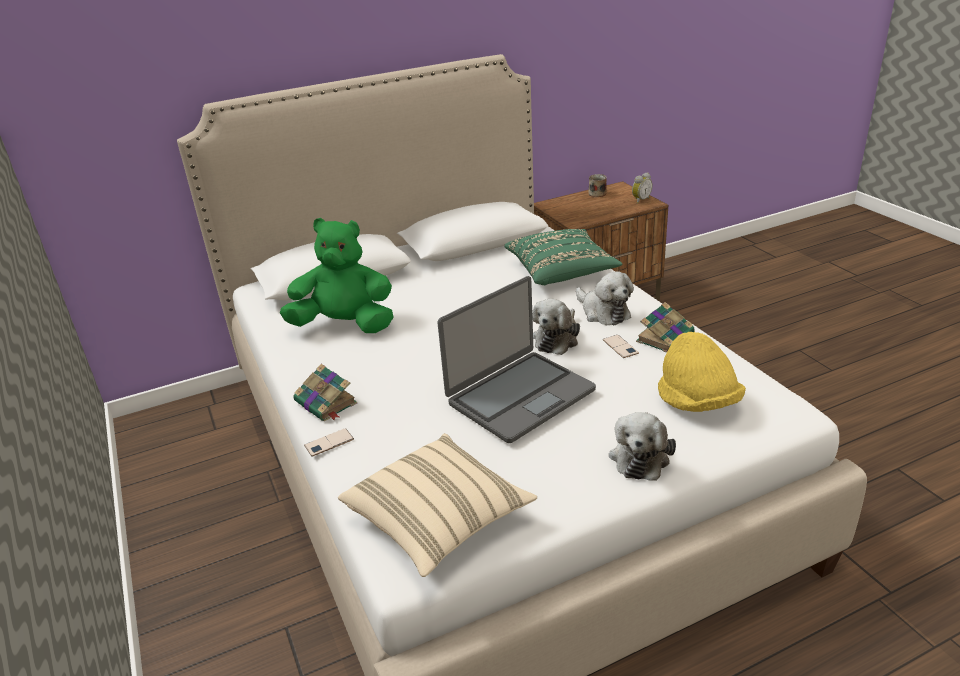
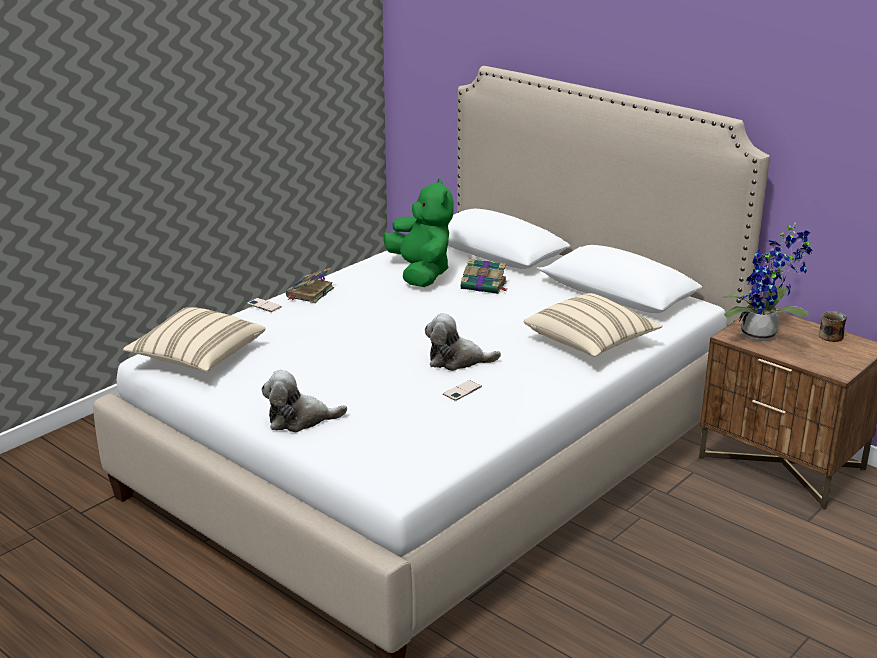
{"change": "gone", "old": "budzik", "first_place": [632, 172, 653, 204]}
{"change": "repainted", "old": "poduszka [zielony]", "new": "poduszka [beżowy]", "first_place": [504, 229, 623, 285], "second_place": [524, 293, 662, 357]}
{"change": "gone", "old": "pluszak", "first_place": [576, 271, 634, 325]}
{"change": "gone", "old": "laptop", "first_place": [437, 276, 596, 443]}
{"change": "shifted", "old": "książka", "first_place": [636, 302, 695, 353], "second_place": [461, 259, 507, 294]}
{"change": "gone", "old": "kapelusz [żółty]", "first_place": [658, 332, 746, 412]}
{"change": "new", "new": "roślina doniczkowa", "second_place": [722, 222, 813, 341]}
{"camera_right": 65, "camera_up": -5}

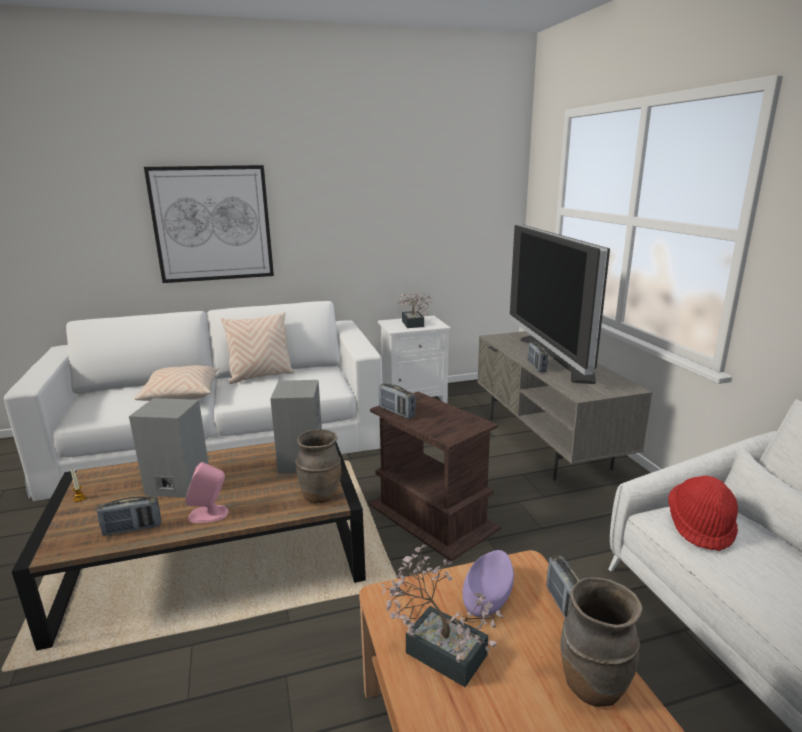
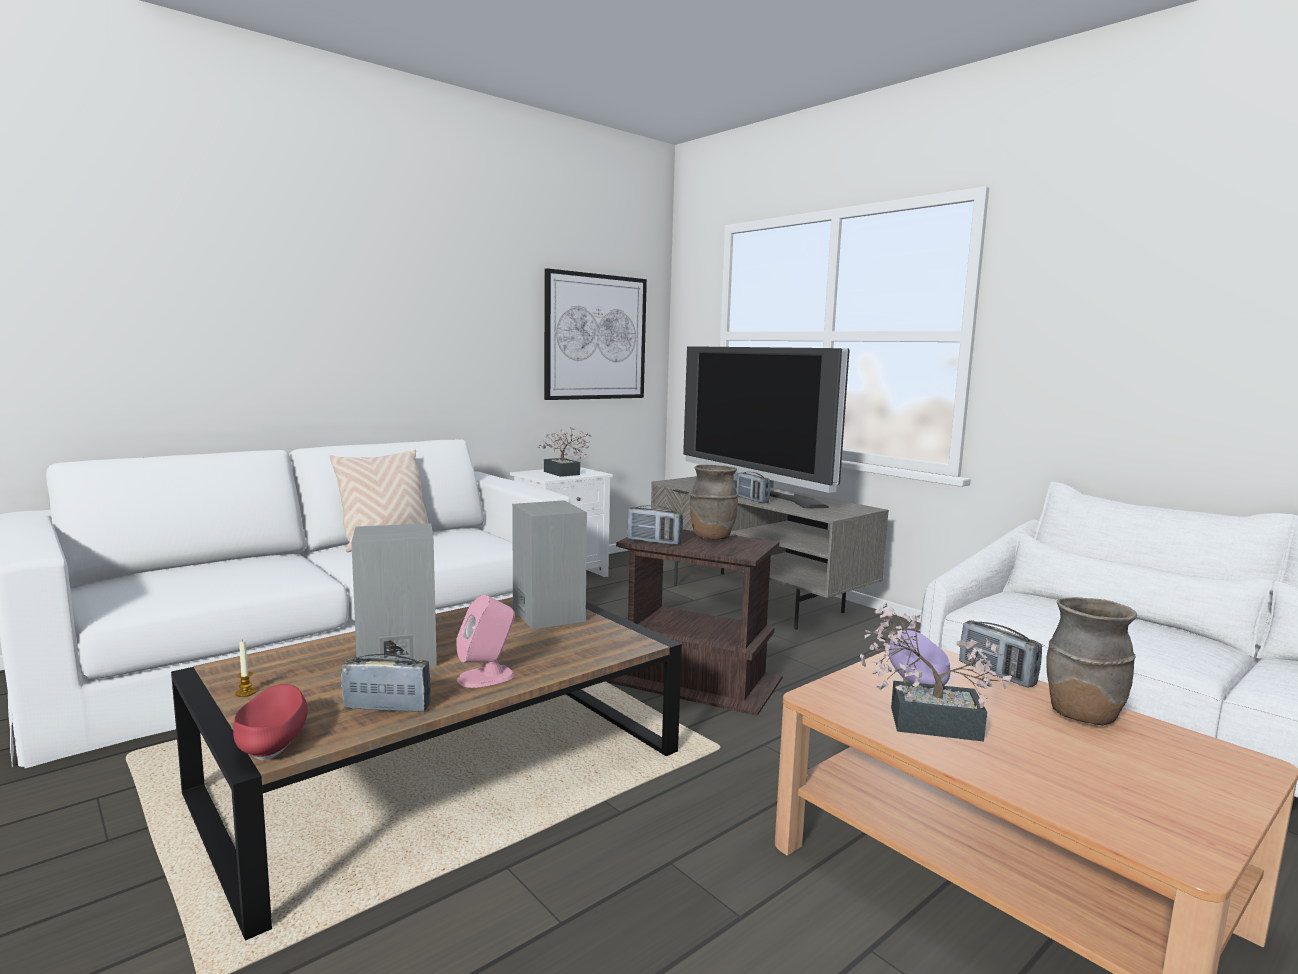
{"change": "shifted", "old": "obraz", "first_place": [144, 165, 274, 283], "second_place": [544, 268, 647, 400]}
{"change": "gone", "old": "poduszka [beżowy]", "first_place": [134, 365, 219, 401]}
{"change": "shifted", "old": "wazon [brązowy]", "first_place": [295, 429, 341, 503], "second_place": [690, 465, 738, 540]}
{"change": "gone", "old": "kapelusz [czerwony]", "first_place": [668, 476, 738, 551]}
{"change": "rotated", "old": "radio", "first_place": [97, 496, 161, 536], "second_place": [341, 654, 430, 712], "degrees": -135}
{"change": "new", "new": "miska [czerwony]", "second_place": [233, 684, 308, 760]}
{"camera_right": -25, "camera_up": -10}

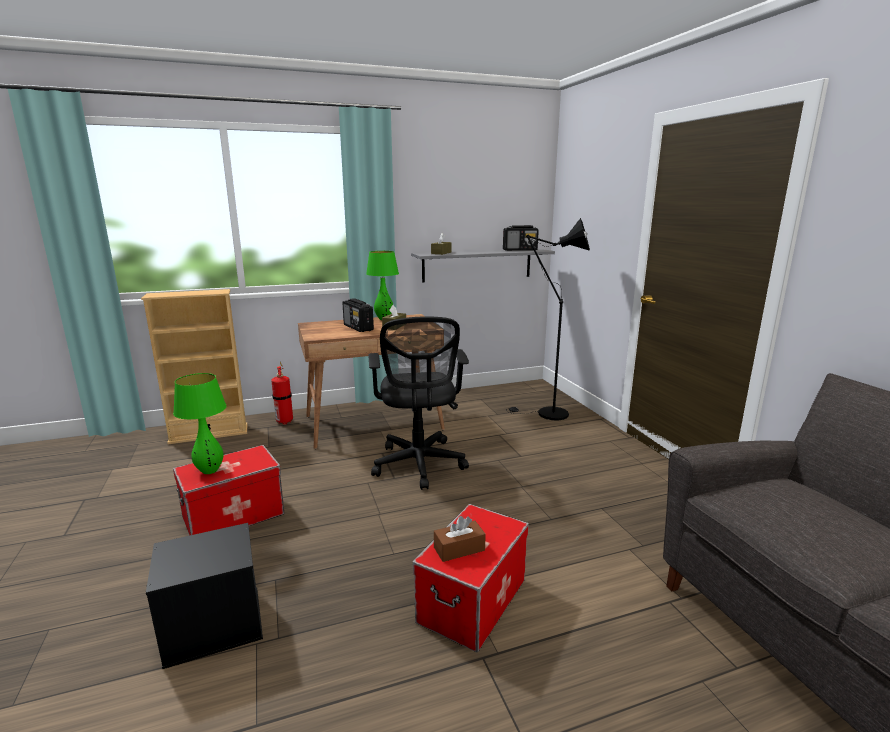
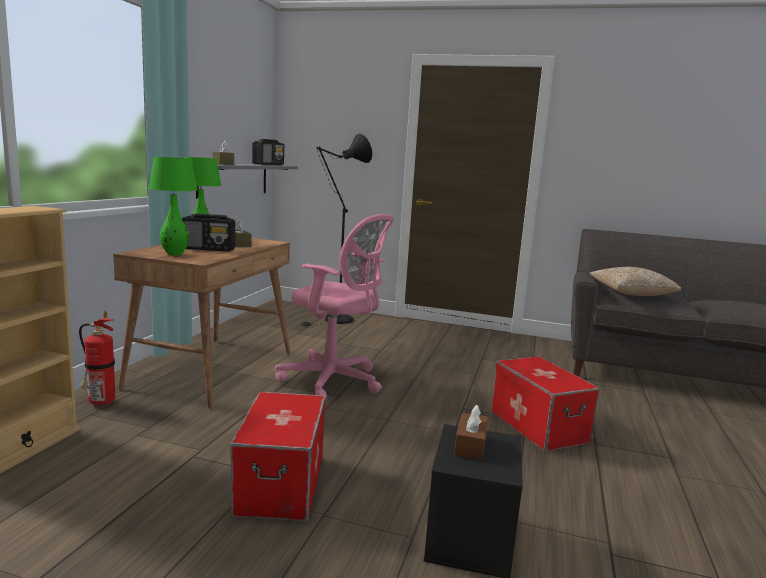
{"change": "repainted", "old": "krzesło biurowe [czarny]", "new": "krzesło biurowe [różowy]", "first_place": [368, 316, 469, 490], "second_place": [275, 214, 394, 399]}
{"change": "shifted", "old": "lampa stołowa [zielony]", "first_place": [173, 373, 226, 474], "second_place": [149, 157, 198, 256]}
{"change": "shifted", "old": "pudełko chusteczek [brązowy]", "first_place": [434, 516, 486, 562], "second_place": [454, 405, 488, 460]}
{"change": "new", "new": "poduszka", "second_place": [589, 267, 681, 296]}
{"camera_right": -55, "camera_up": -5}

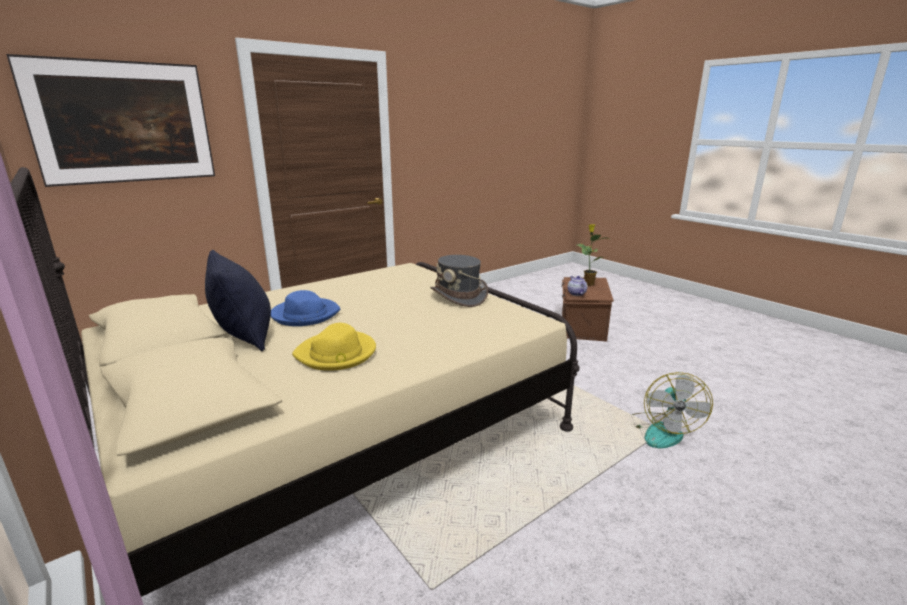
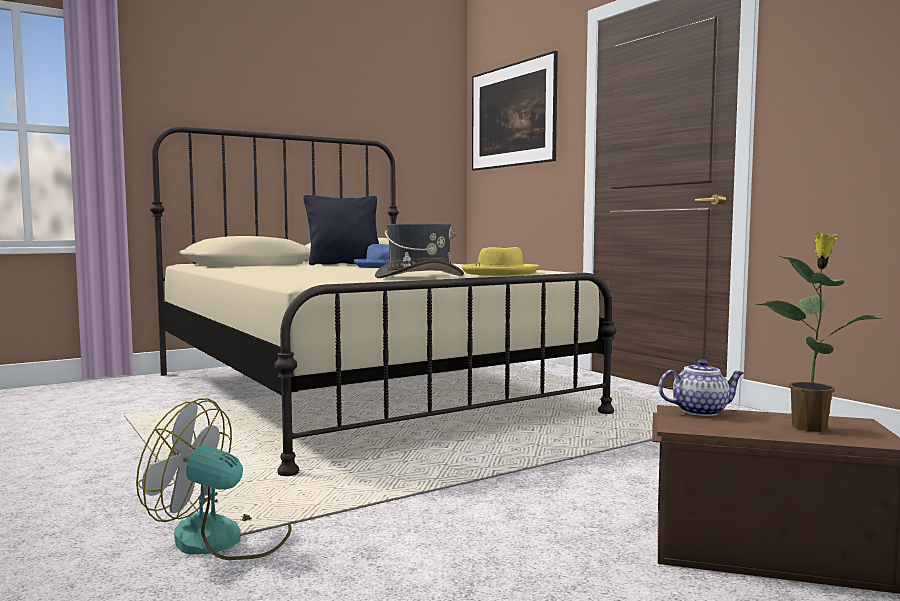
{"change": "shifted", "old": "kapelusz [żółty]", "first_place": [292, 323, 376, 371], "second_place": [462, 247, 539, 275]}
{"camera_right": 95, "camera_up": -15}

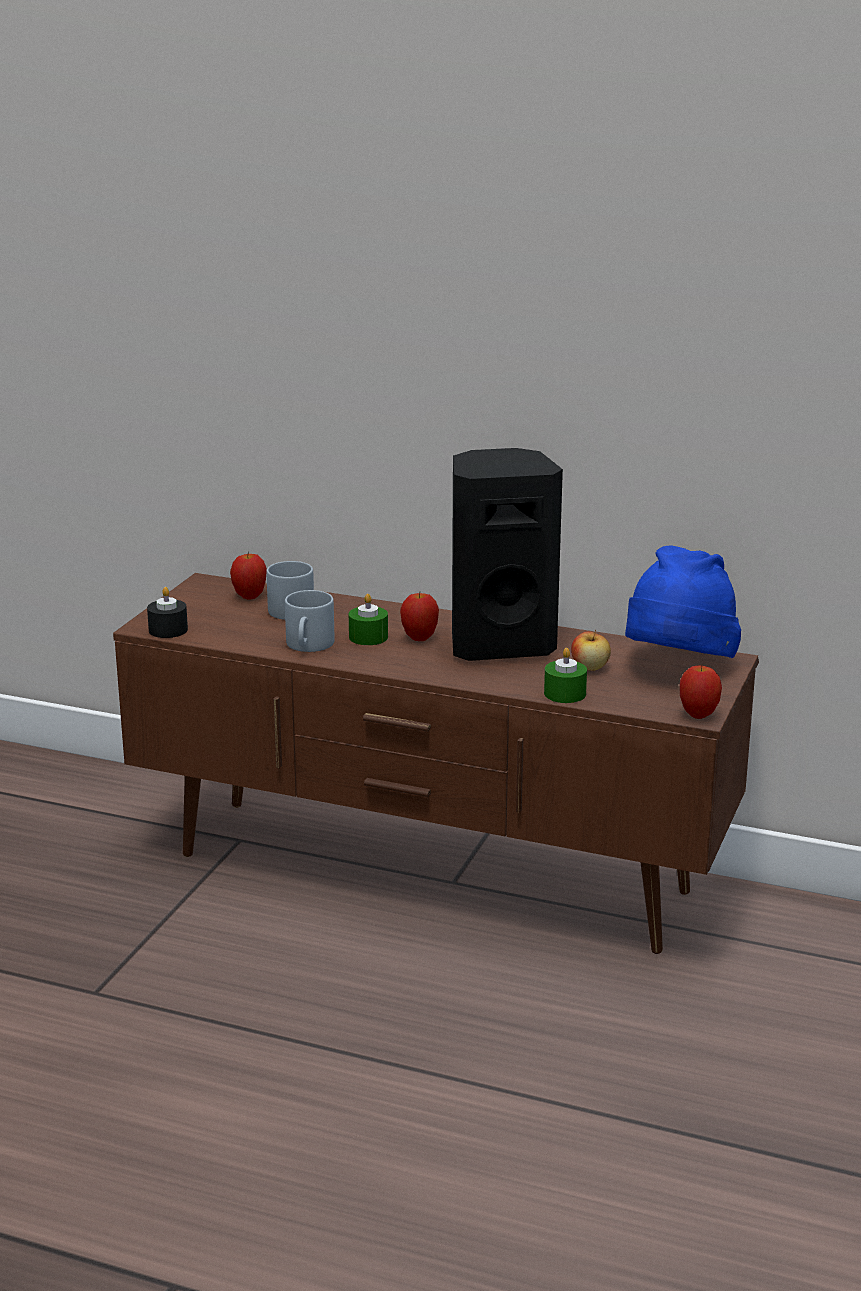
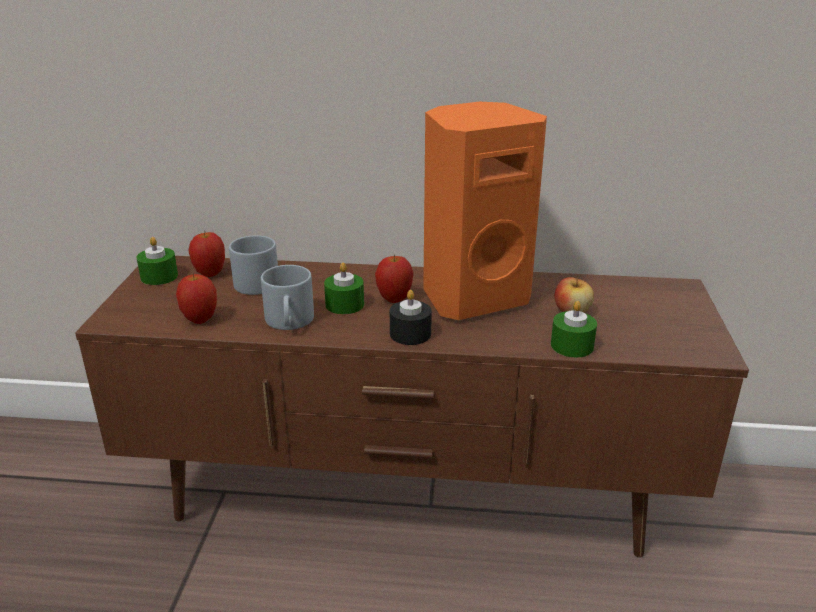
{"change": "repainted", "old": "głośnik [czarny]", "new": "głośnik [pomarańczowy]", "first_place": [452, 448, 563, 661], "second_place": [423, 102, 547, 320]}
{"change": "gone", "old": "kapelusz [niebieski]", "first_place": [625, 545, 741, 658]}
{"change": "shifted", "old": "świeca [czarny]", "first_place": [147, 587, 188, 638], "second_place": [390, 290, 432, 345]}
{"change": "shifted", "old": "jabłko", "first_place": [680, 665, 722, 719], "second_place": [176, 274, 217, 324]}
{"change": "new", "new": "świeca [zielony]", "second_place": [137, 237, 178, 285]}
{"camera_right": -15, "camera_up": 5}

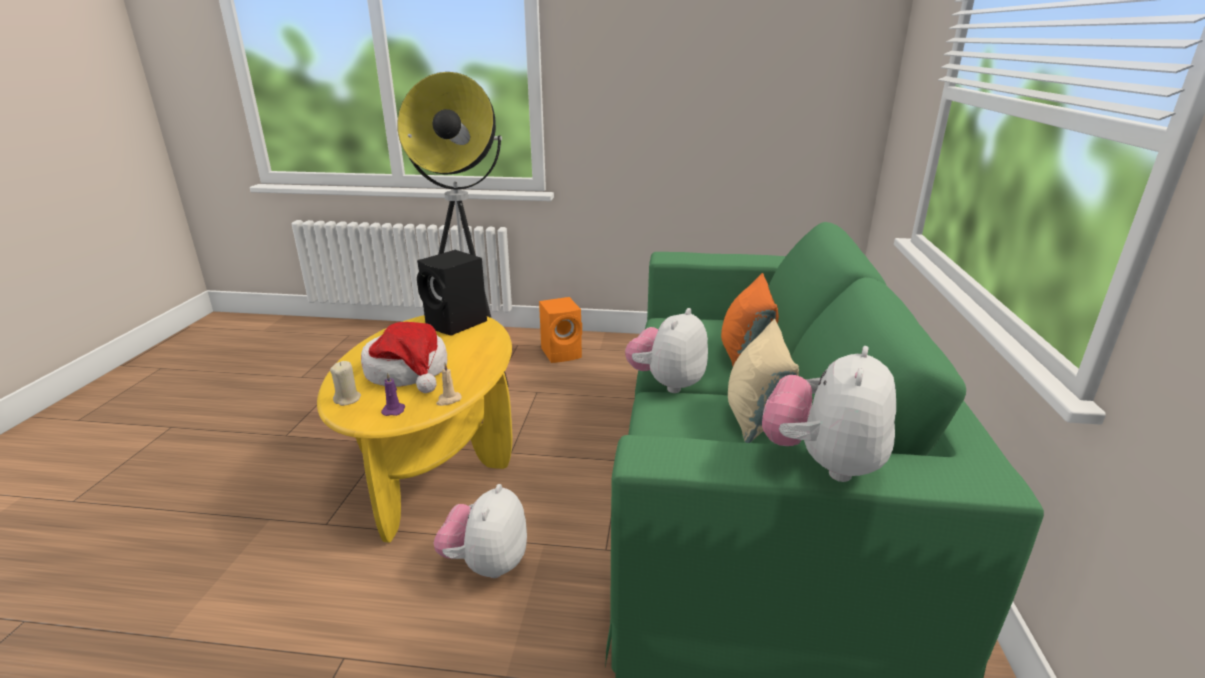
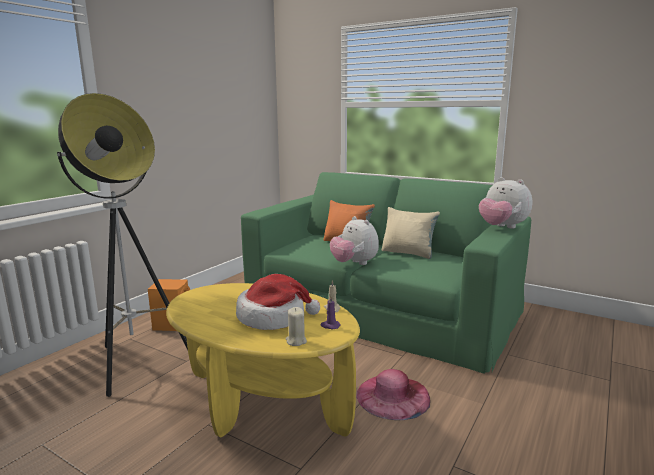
{"change": "gone", "old": "głośnik [czarny]", "first_place": [417, 250, 487, 336]}
{"change": "swapped", "old": "pluszak", "new": "kapelusz [różowy]", "first_place": [434, 484, 527, 578], "second_place": [356, 369, 430, 420]}
{"camera_right": -65, "camera_up": -10}

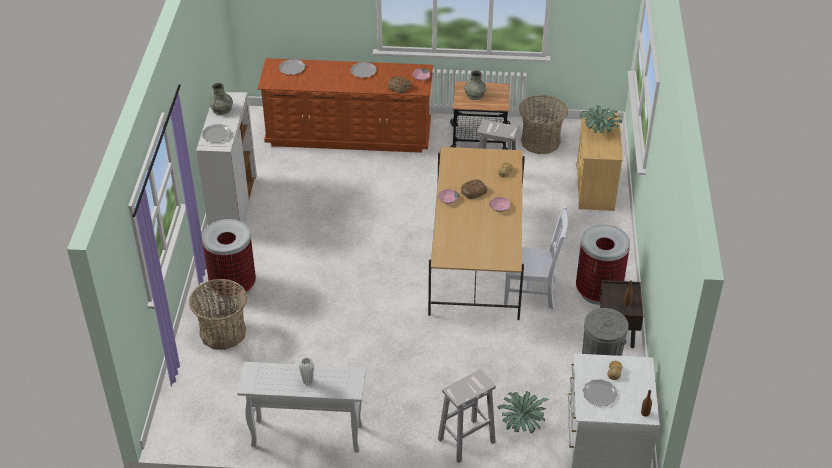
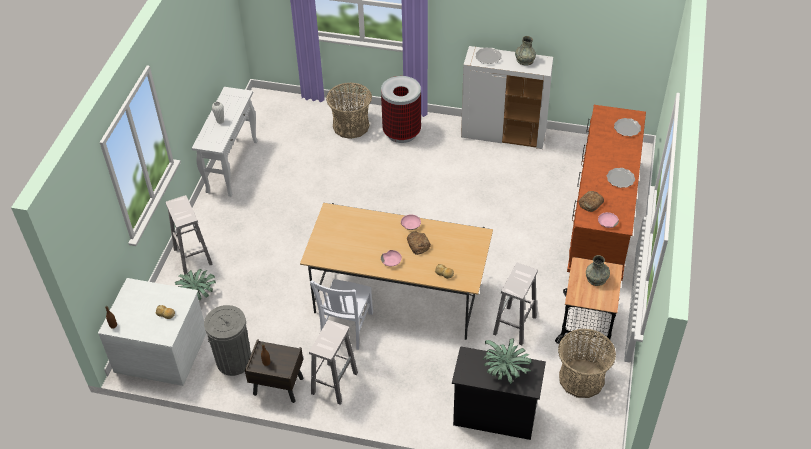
{"change": "repainted", "old": "komoda [beżowy]", "new": "komoda [czarny]", "first_place": [577, 113, 623, 211], "second_place": [452, 346, 546, 440]}
{"change": "swapped", "old": "kosz na śmieci", "new": "stołek [biały]", "first_place": [576, 224, 630, 305], "second_place": [309, 320, 358, 405]}
{"change": "gone", "old": "talerz", "first_place": [583, 379, 618, 406]}
{"camera_right": 100, "camera_up": 5}

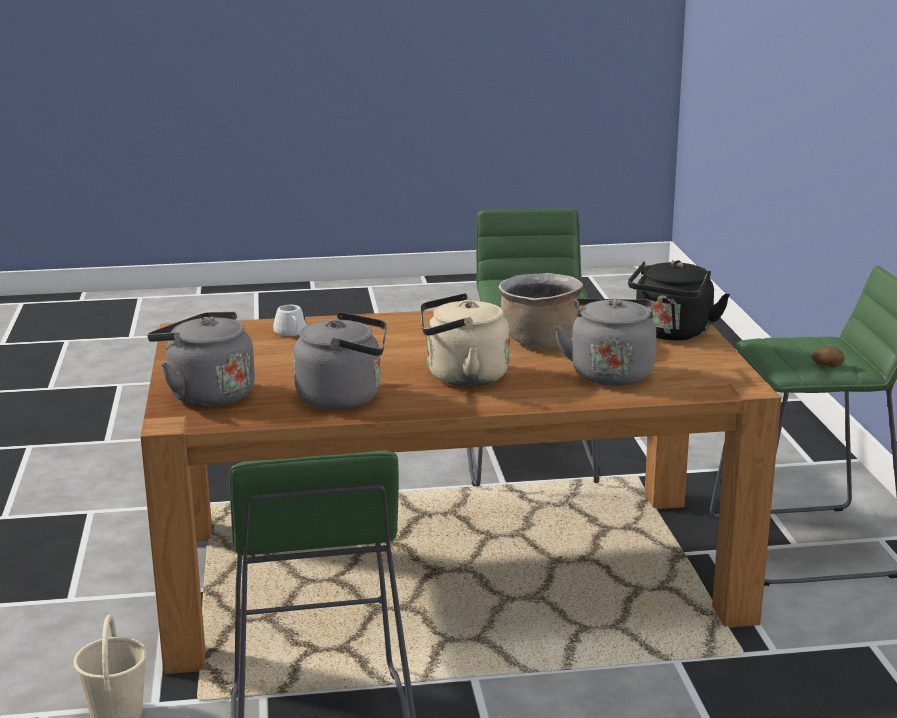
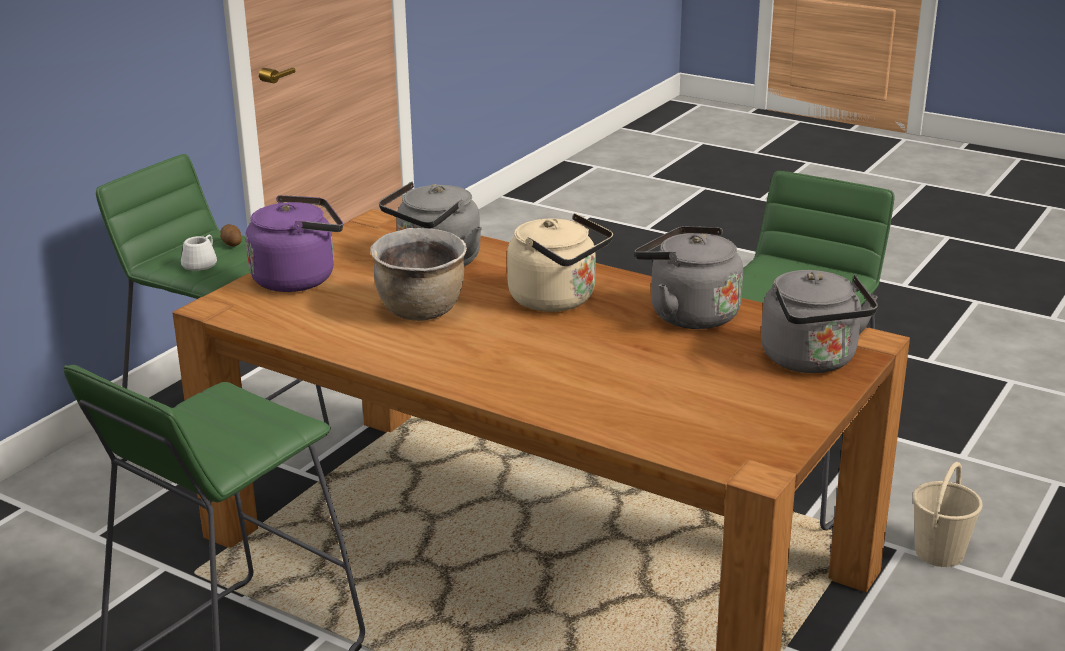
{"change": "repainted", "old": "czajnik [czarny]", "new": "czajnik [fioletowy]", "first_place": [628, 260, 730, 341], "second_place": [246, 195, 343, 292]}
{"change": "shifted", "old": "kubek [biały]", "first_place": [273, 305, 307, 336], "second_place": [181, 235, 217, 271]}
{"camera_right": -140, "camera_up": 5}

